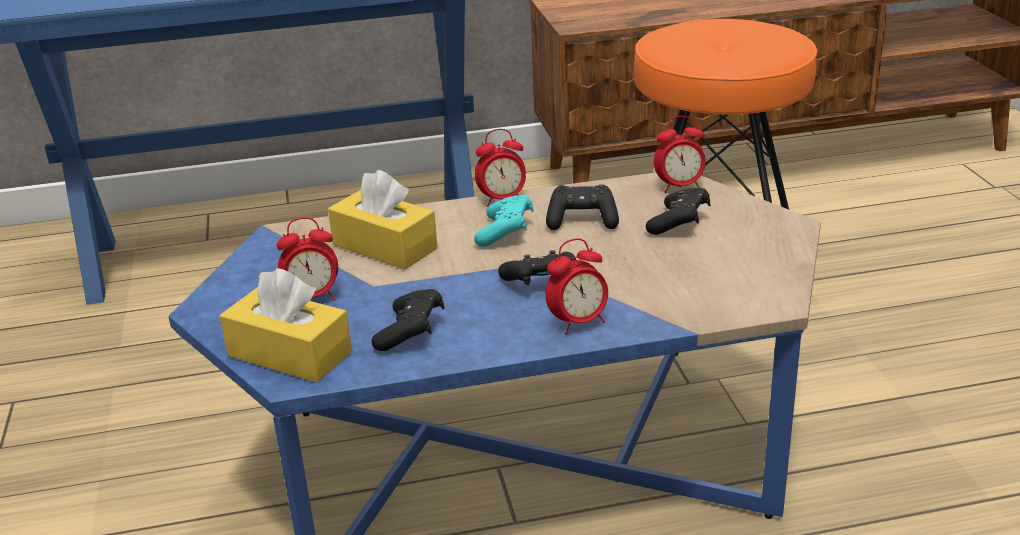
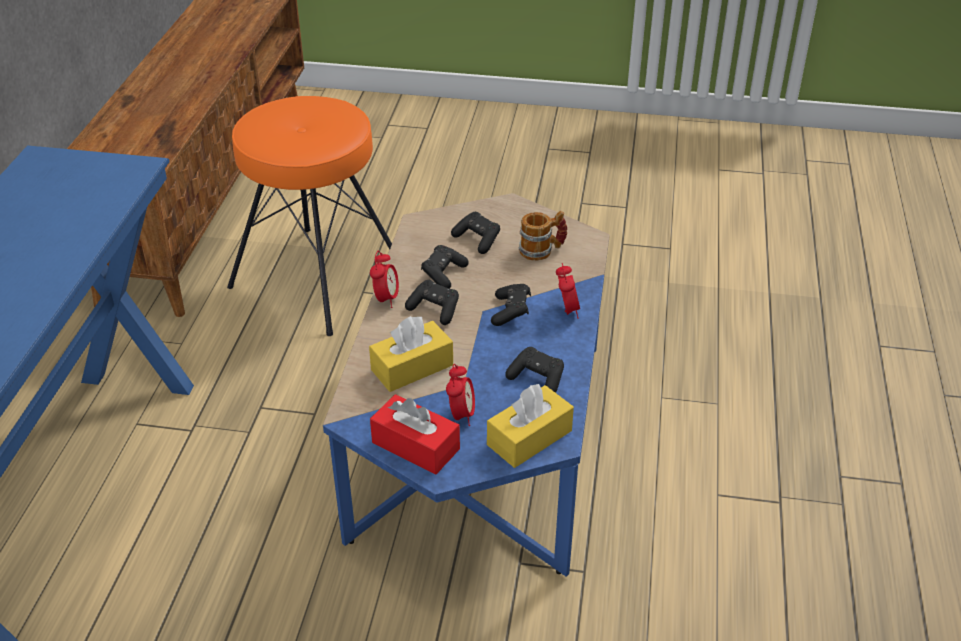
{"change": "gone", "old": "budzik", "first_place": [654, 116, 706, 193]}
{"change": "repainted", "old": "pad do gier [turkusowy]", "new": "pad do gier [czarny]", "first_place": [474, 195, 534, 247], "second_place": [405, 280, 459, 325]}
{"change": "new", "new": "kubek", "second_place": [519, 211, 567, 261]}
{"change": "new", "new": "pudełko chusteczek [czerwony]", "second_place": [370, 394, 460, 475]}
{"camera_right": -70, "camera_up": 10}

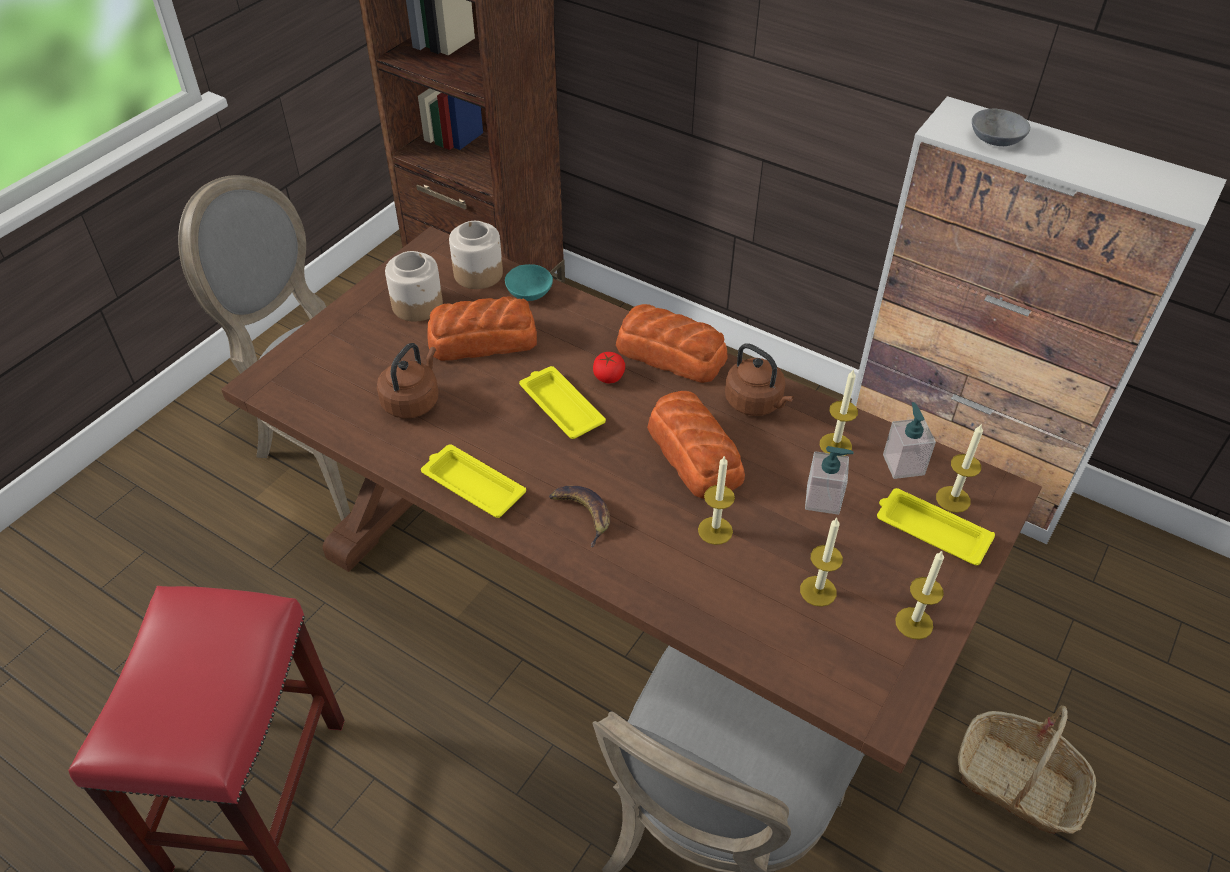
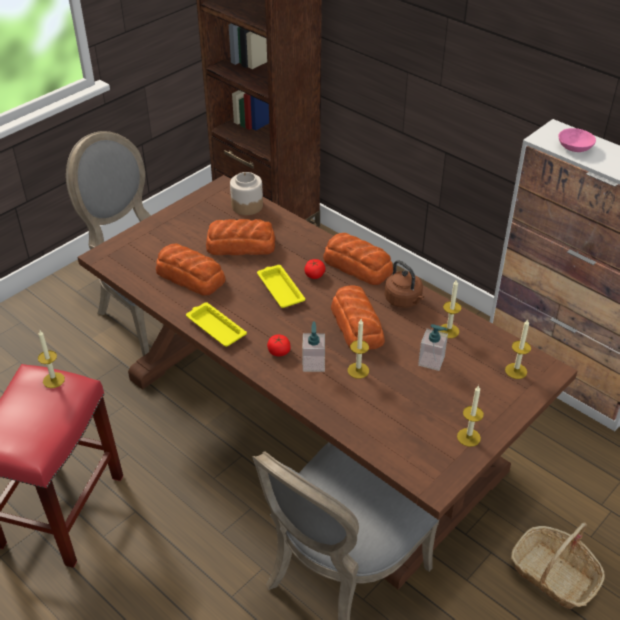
{"change": "repainted", "old": "miska [szary]", "new": "miska [różowy]", "first_place": [972, 109, 1030, 146], "second_place": [558, 128, 596, 152]}
{"change": "gone", "old": "słoik", "first_place": [385, 251, 443, 322]}
{"change": "gone", "old": "miska [turkusowy]", "first_place": [505, 264, 553, 301]}
{"change": "swapped", "old": "czajnik [brązowy]", "new": "chleb", "first_place": [377, 343, 439, 418], "second_place": [156, 243, 225, 296]}
{"change": "shifted", "old": "dozownik mydła", "first_place": [883, 402, 936, 479], "second_place": [302, 322, 325, 372]}
{"change": "swapped", "old": "banan", "new": "pomidor", "first_place": [549, 485, 610, 548], "second_place": [267, 334, 291, 356]}
{"change": "gone", "old": "taca [żółty]", "first_place": [877, 488, 995, 565]}
{"change": "shifted", "old": "świeca", "first_place": [800, 518, 843, 607], "second_place": [38, 330, 65, 388]}
{"camera_right": 10, "camera_up": -5}

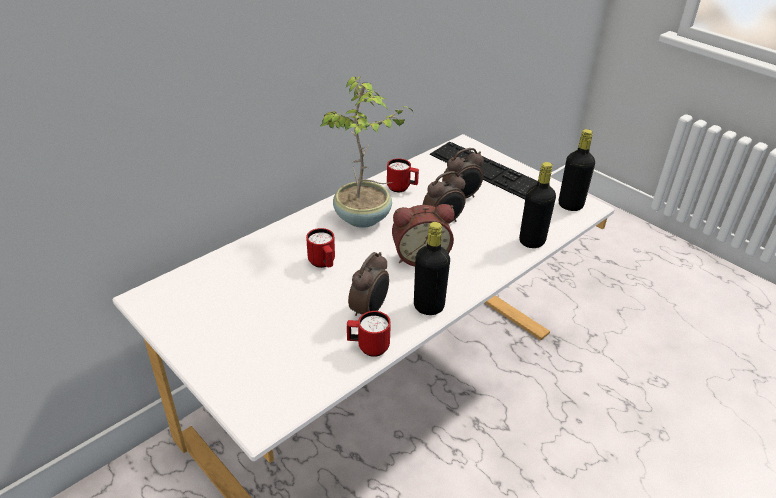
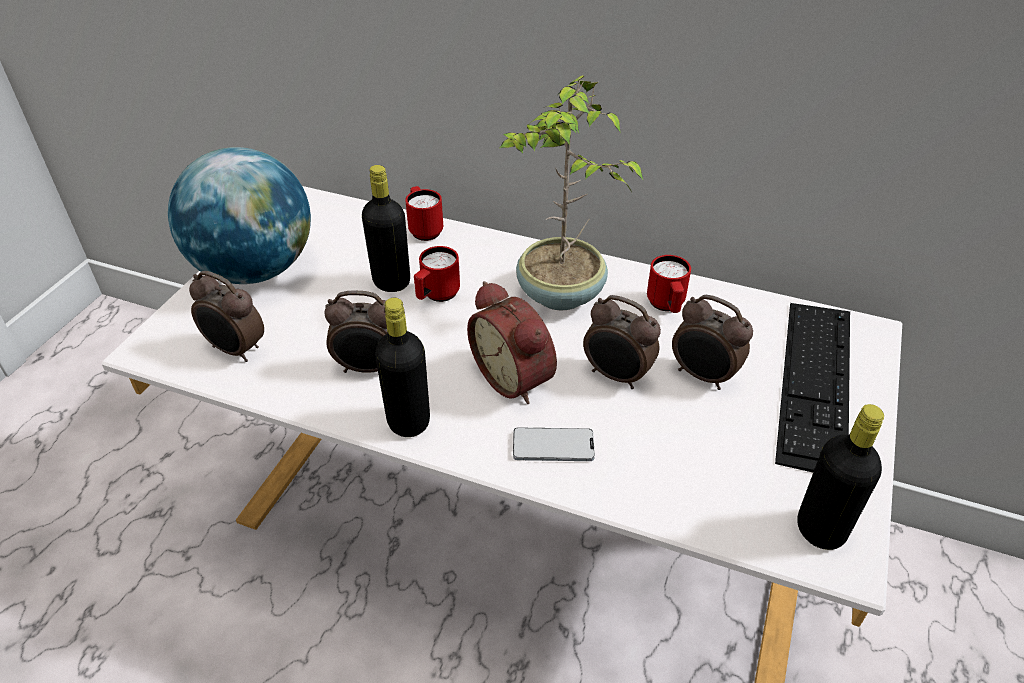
{"change": "shifted", "old": "butelka [czarny]", "first_place": [519, 162, 556, 248], "second_place": [362, 165, 410, 292]}
{"change": "shifted", "old": "kubek [czerwony]", "first_place": [347, 311, 391, 357], "second_place": [405, 186, 443, 241]}
{"change": "new", "new": "globus", "second_place": [168, 147, 311, 284]}
{"change": "new", "new": "budzik", "second_place": [189, 271, 264, 362]}
{"change": "new", "new": "telefon", "second_place": [513, 427, 595, 461]}
{"camera_right": 65, "camera_up": 5}

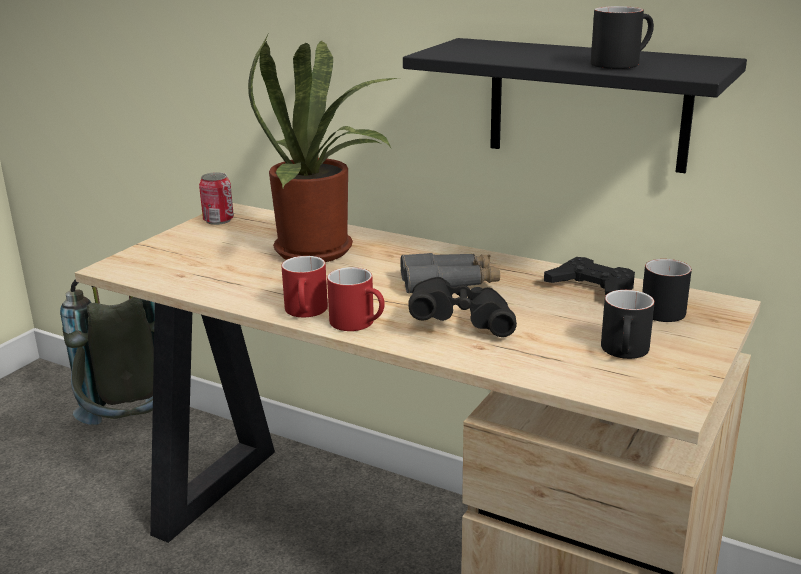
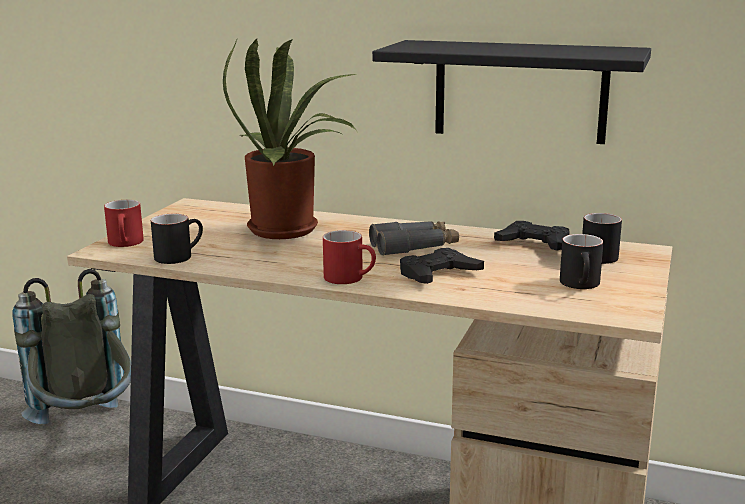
{"change": "shifted", "old": "kubek [czarny]", "first_place": [591, 6, 654, 69], "second_place": [151, 214, 203, 264]}
{"change": "gone", "old": "puszka", "first_place": [199, 172, 234, 225]}
{"change": "shifted", "old": "kubek [czerwony]", "first_place": [281, 256, 328, 317], "second_place": [104, 200, 144, 247]}
{"change": "swapped", "old": "lornetka [czarny]", "new": "pad do gier [czarny]", "first_place": [408, 277, 517, 337], "second_place": [400, 248, 484, 284]}
{"camera_right": -10, "camera_up": -5}

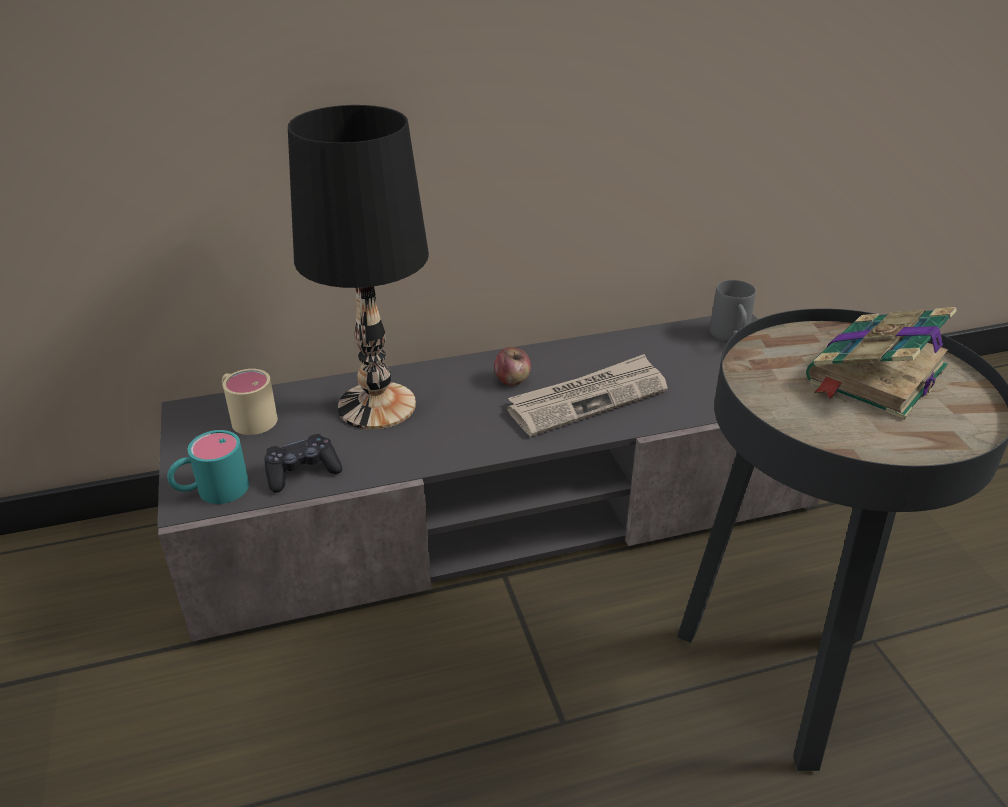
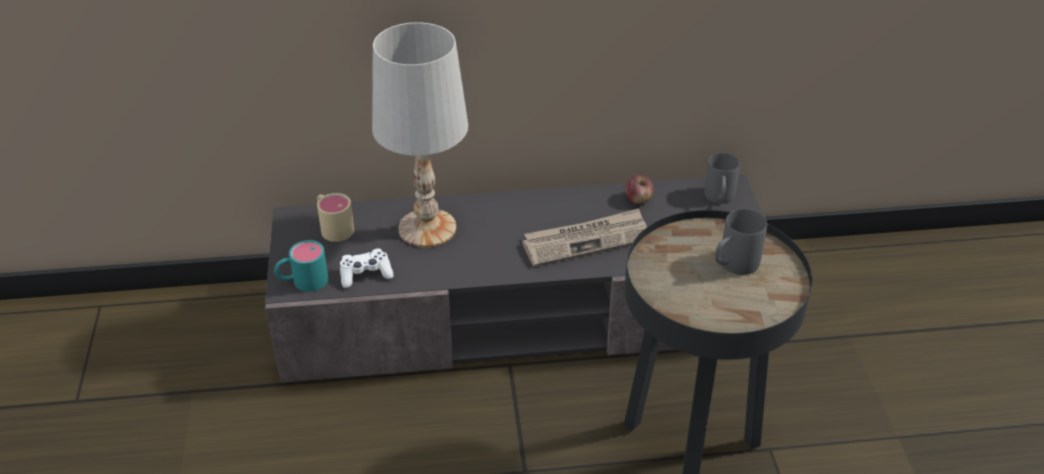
{"change": "repainted", "old": "lampa stołowa [czarny]", "new": "lampa stołowa [biały]", "first_place": [288, 105, 429, 429], "second_place": [372, 22, 468, 248]}
{"change": "swapped", "old": "książka", "new": "kubek [szary]", "first_place": [806, 307, 957, 420], "second_place": [715, 209, 767, 275]}
{"change": "shifted", "old": "jabłko", "first_place": [494, 347, 531, 386], "second_place": [626, 175, 653, 204]}
{"change": "repainted", "old": "pad do gier [czarny]", "new": "pad do gier [biały]", "first_place": [264, 434, 342, 493], "second_place": [340, 248, 393, 288]}
{"camera_right": 10, "camera_up": 5}

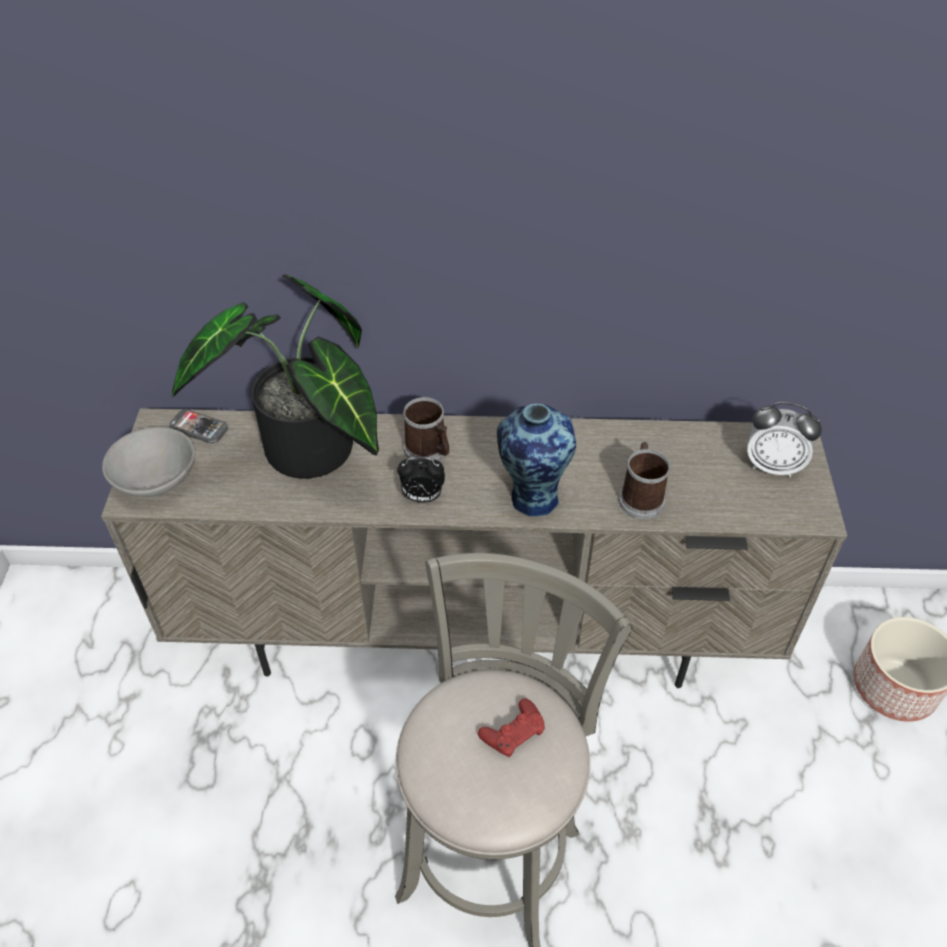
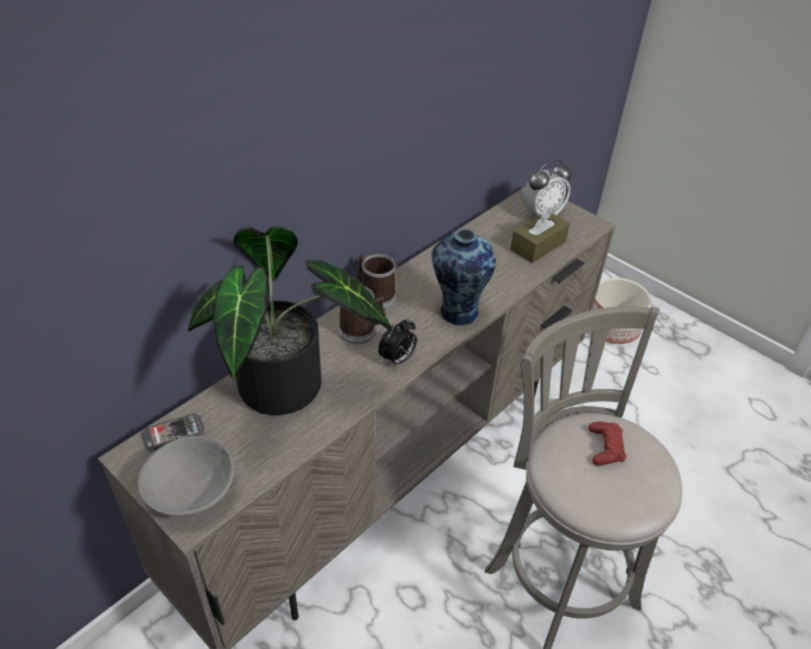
{"change": "shifted", "old": "kubek", "first_place": [619, 442, 671, 519], "second_place": [358, 254, 396, 310]}
{"change": "new", "new": "pudełko chusteczek [brązowy]", "second_place": [510, 207, 570, 263]}
{"camera_right": -50, "camera_up": -5}

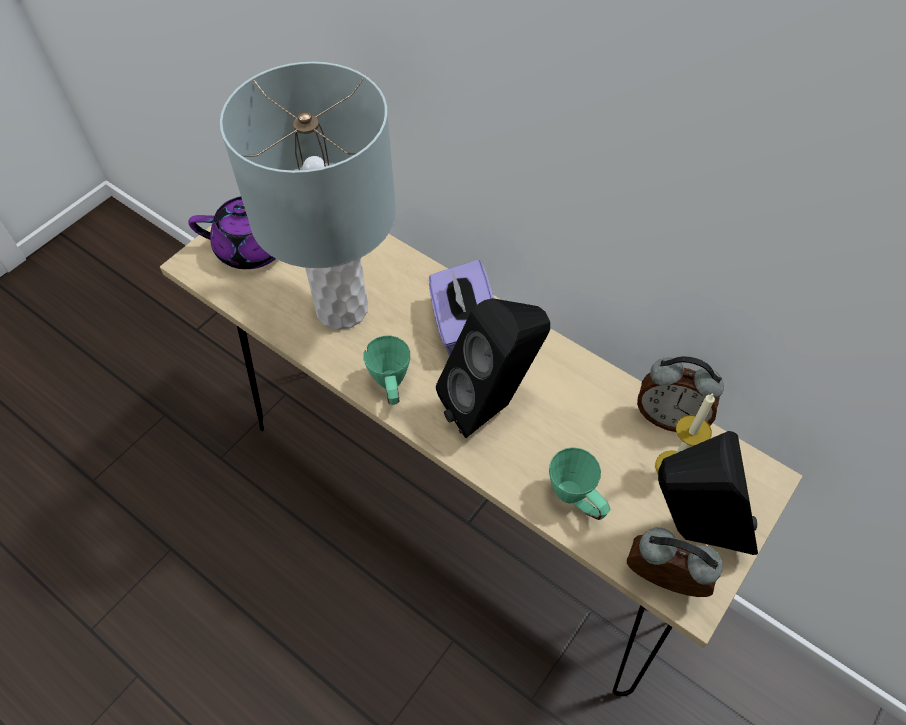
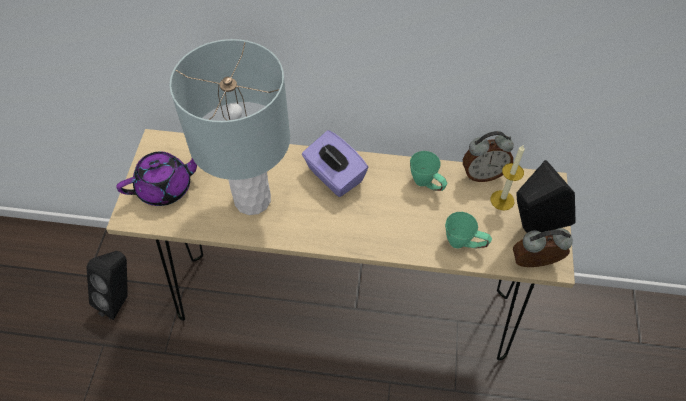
{"change": "shifted", "old": "głośnik [czarny]", "first_place": [436, 298, 550, 439], "second_place": [86, 251, 128, 320]}
{"change": "shifted", "old": "kubek [zielony]", "first_place": [363, 336, 410, 405], "second_place": [410, 151, 447, 191]}
{"camera_right": -30, "camera_up": 0}

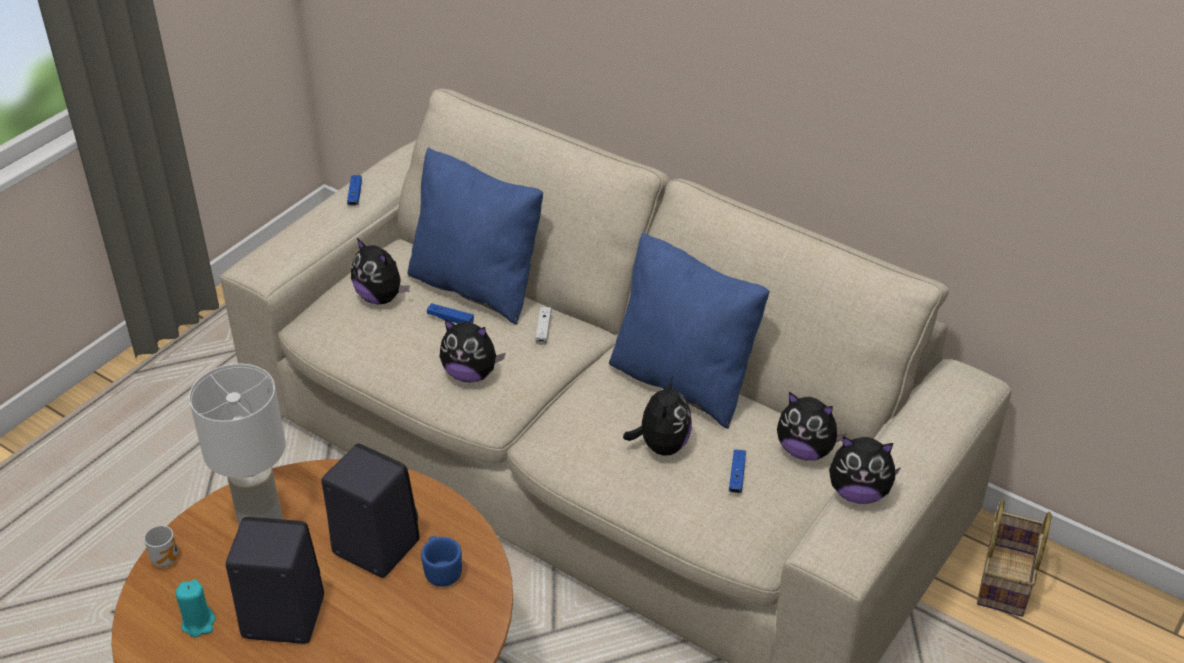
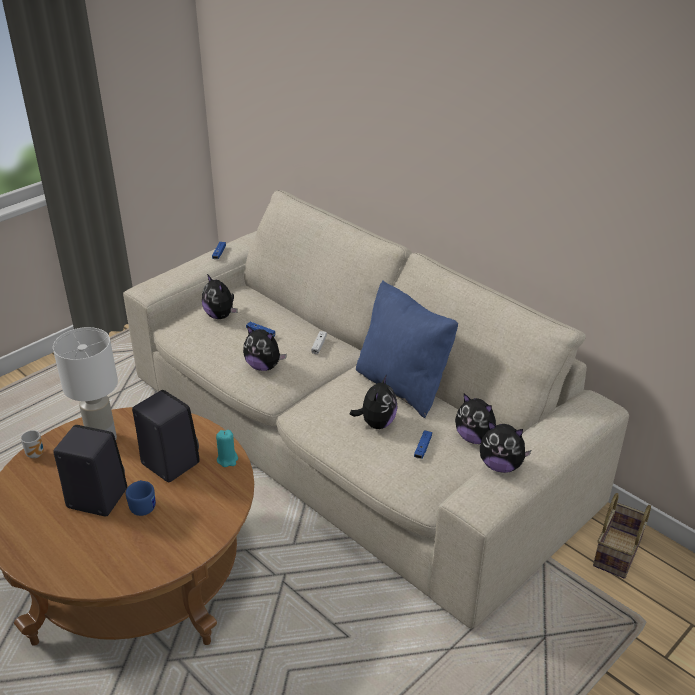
{"change": "gone", "old": "poduszka [niebieski]", "first_place": [407, 147, 543, 325]}
{"change": "shifted", "old": "kubek [niebieski]", "first_place": [421, 536, 462, 587], "second_place": [126, 480, 156, 516]}
{"change": "shifted", "old": "świeca [turkusowy]", "first_place": [176, 579, 215, 637], "second_place": [216, 430, 238, 467]}
{"camera_right": 10, "camera_up": -5}

